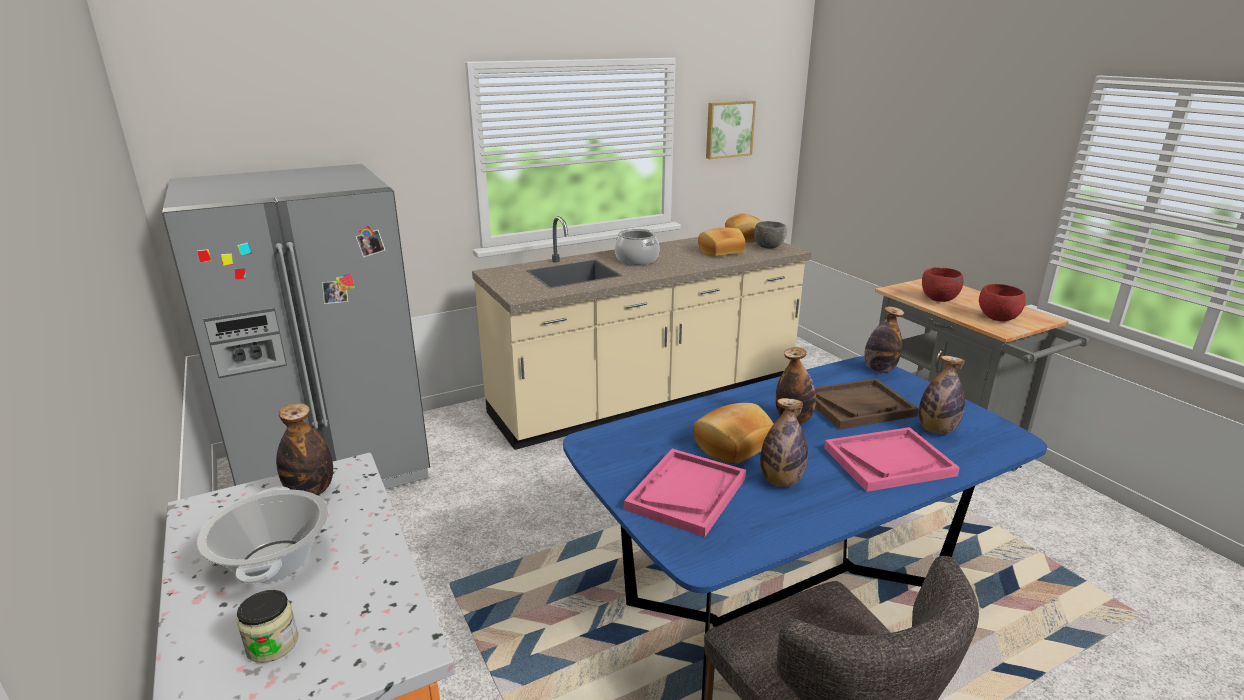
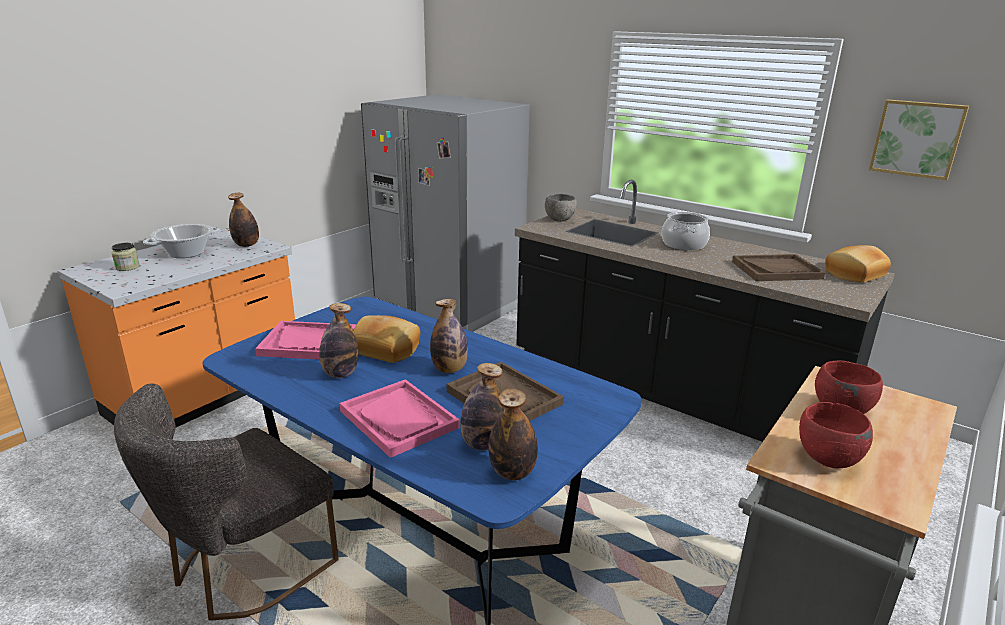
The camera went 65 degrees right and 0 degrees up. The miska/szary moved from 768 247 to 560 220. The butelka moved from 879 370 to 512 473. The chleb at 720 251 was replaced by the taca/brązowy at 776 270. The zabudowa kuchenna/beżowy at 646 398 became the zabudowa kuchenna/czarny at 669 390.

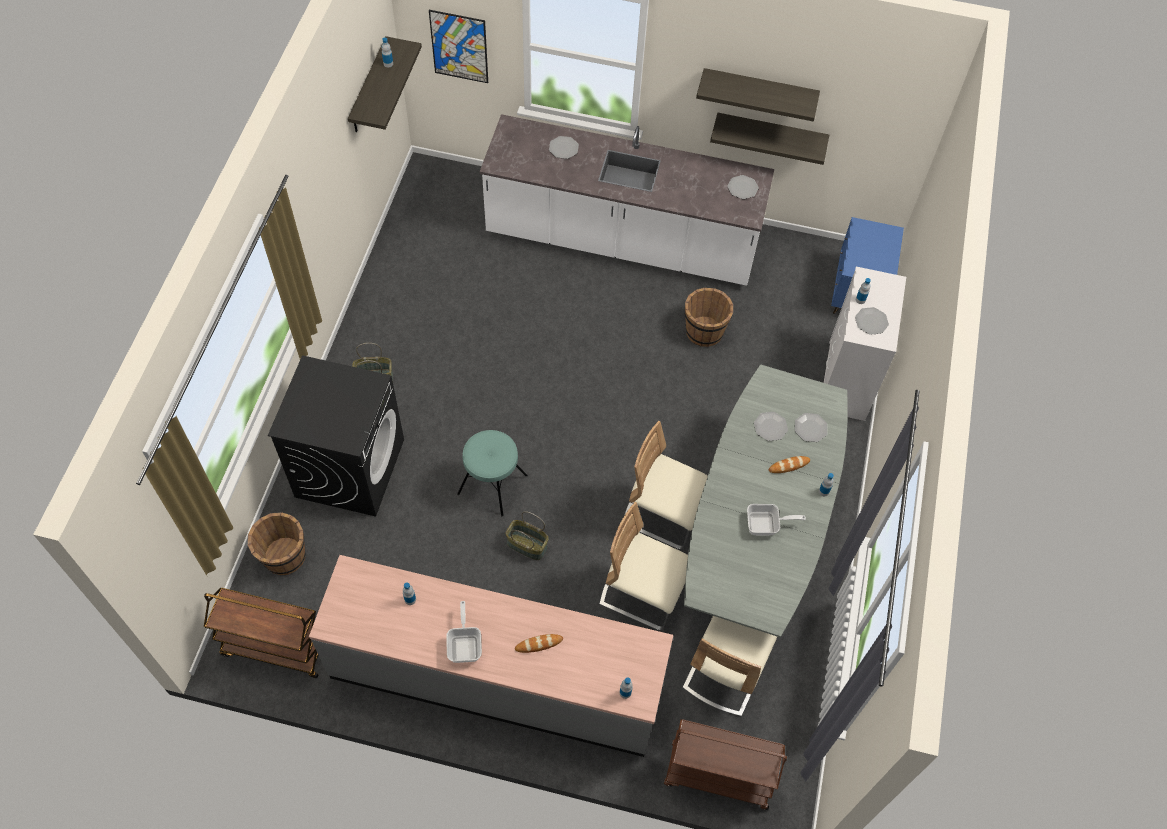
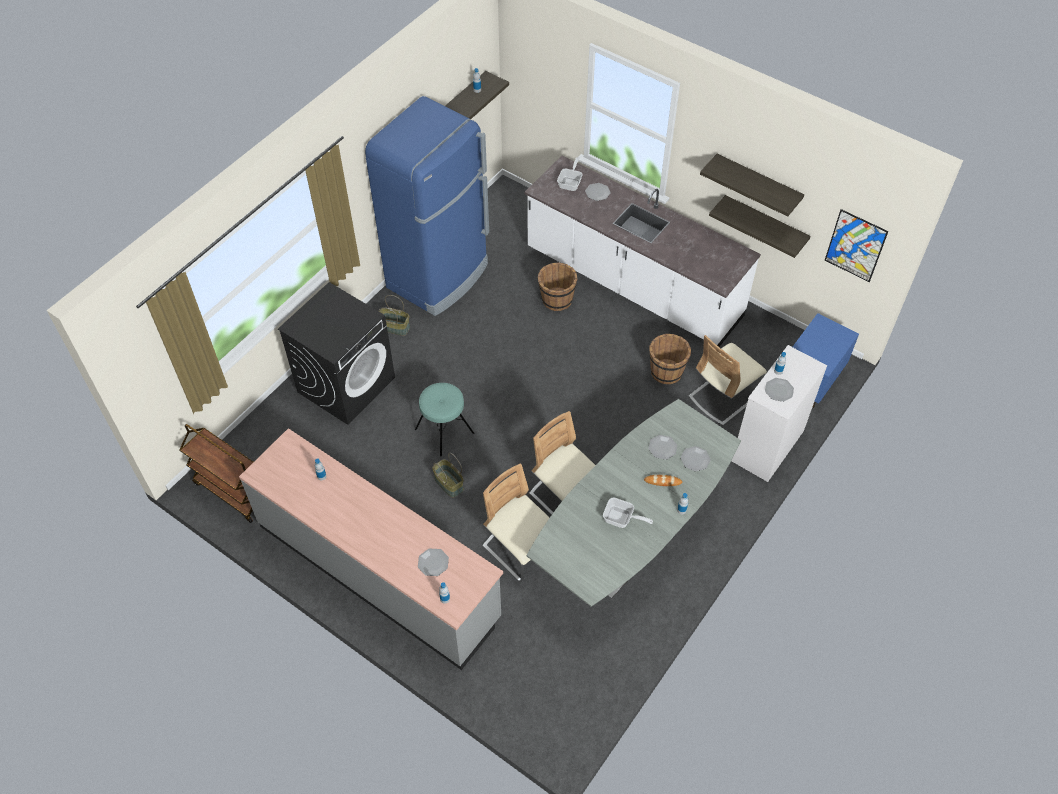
The camera went 25 degrees right and 5 degrees down. The chleb at 539 644 disappeared. The wózek/brązowy at 717 776 disappeared. The lodówka/niebieski at 439 276 appeared. The wiadro/brązowy moved from 284 557 to 556 300. The obraz moved from 459 46 to 855 245. The patelnia moved from 465 644 to 571 182. The krzesło/beżowy moved from 725 671 to 723 397. The talerz moved from 742 188 to 433 562.

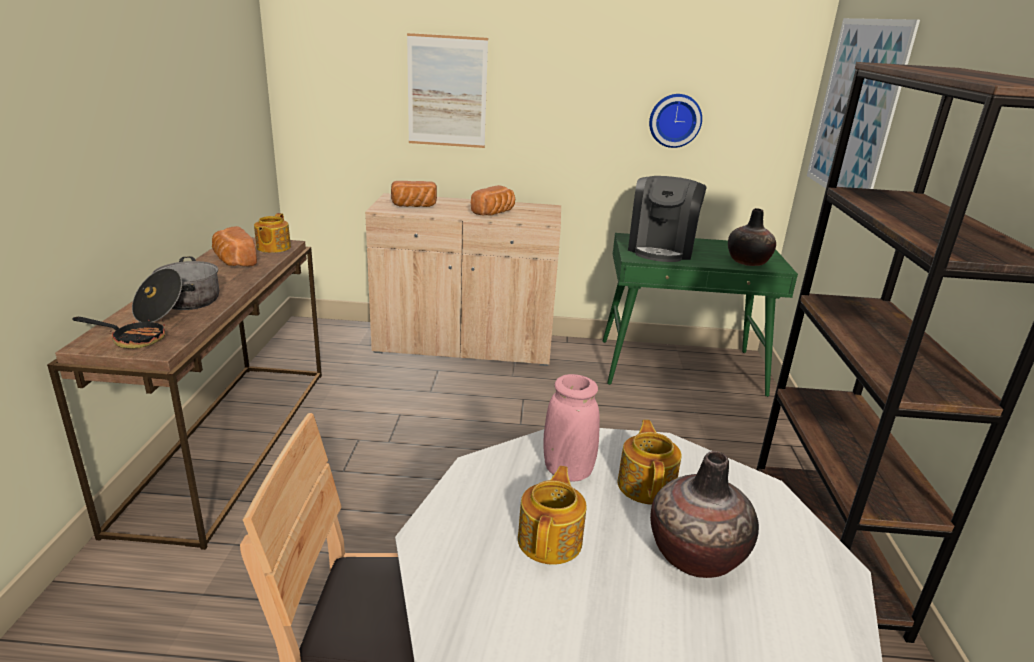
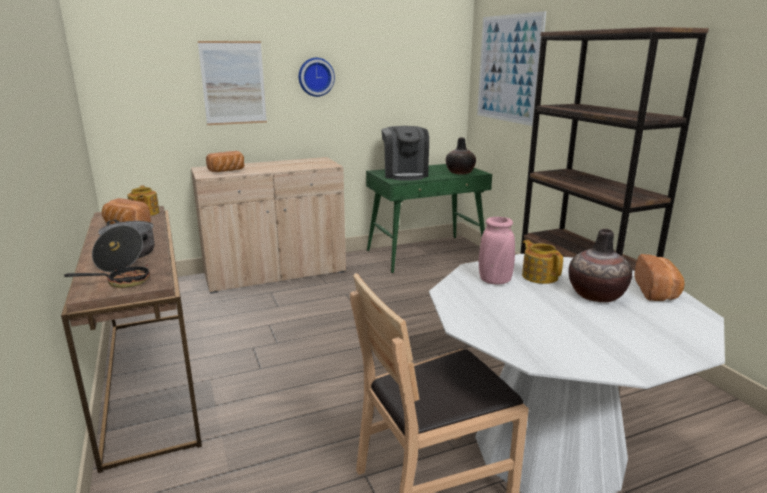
The camera went 25 degrees left and 5 degrees down. The imbryk at 551 540 disappeared. The chleb moved from 495 213 to 658 292. The zegar ścienny moved from 674 120 to 315 77.

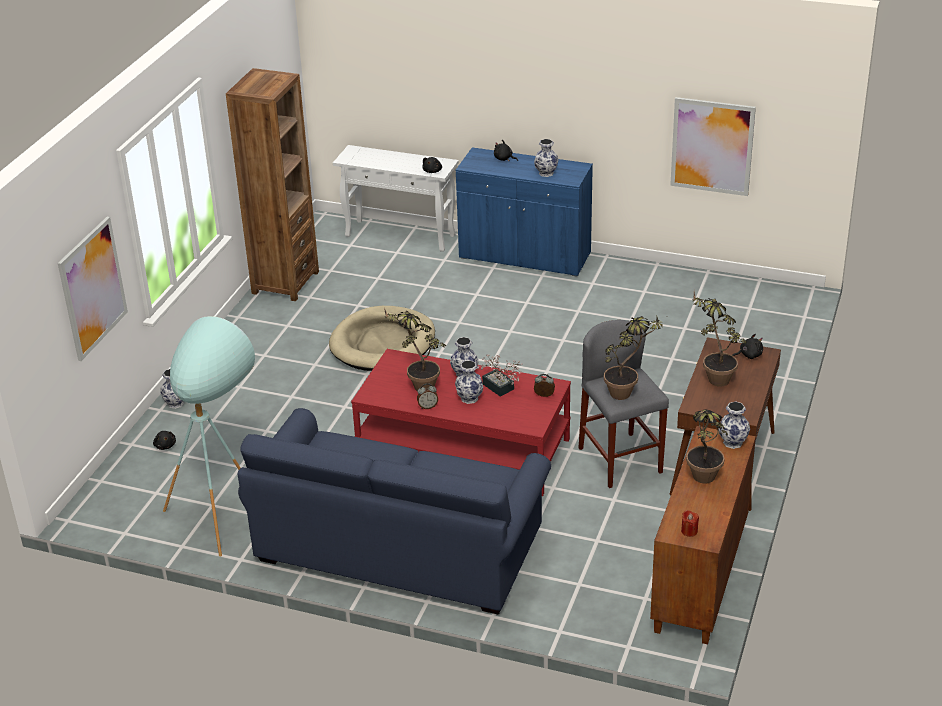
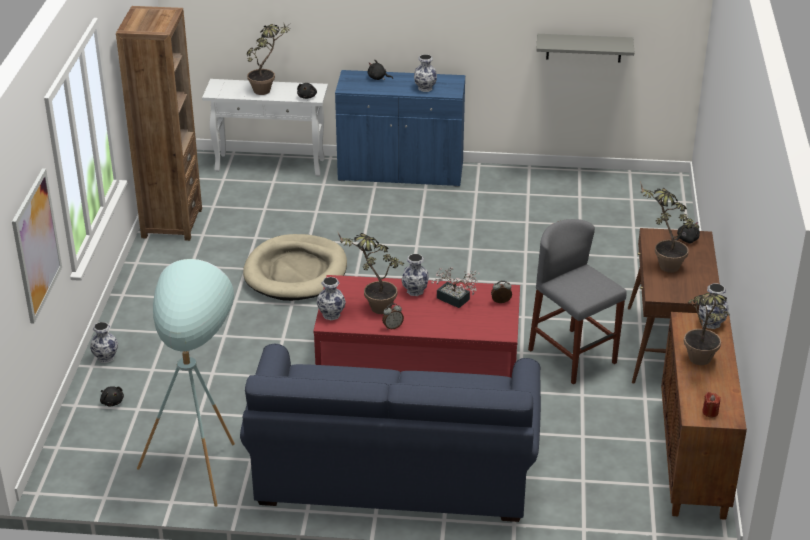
The camera went 15 degrees left and 0 degrees up. The wazon moved from 469 398 to 331 314. The roślina doniczkowa moved from 627 392 to 267 89. The obraz at 712 146 was replaced by the półka/szary at 584 48.

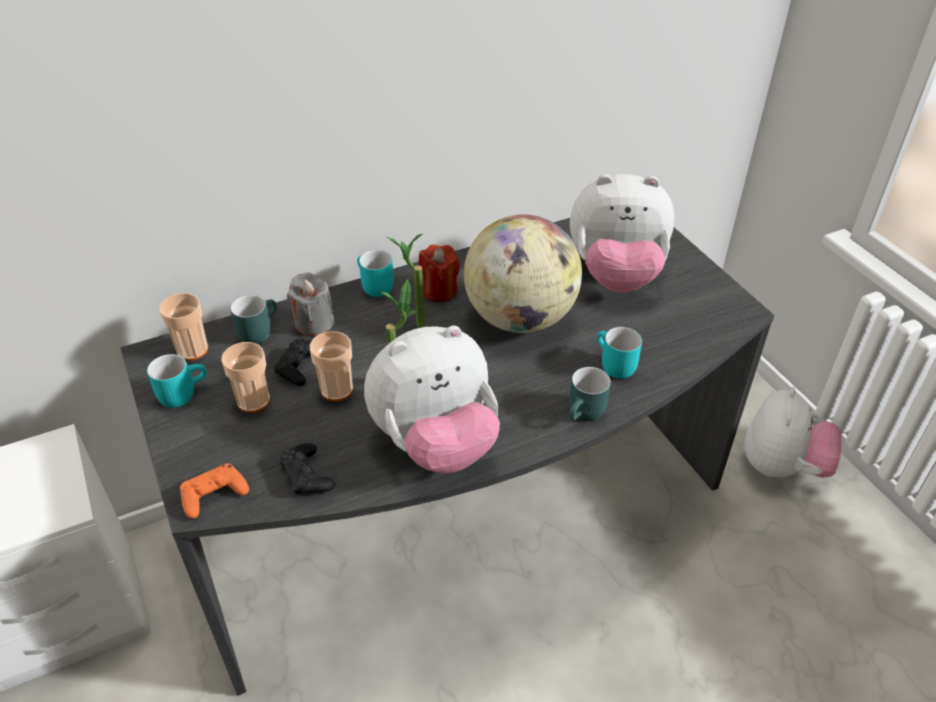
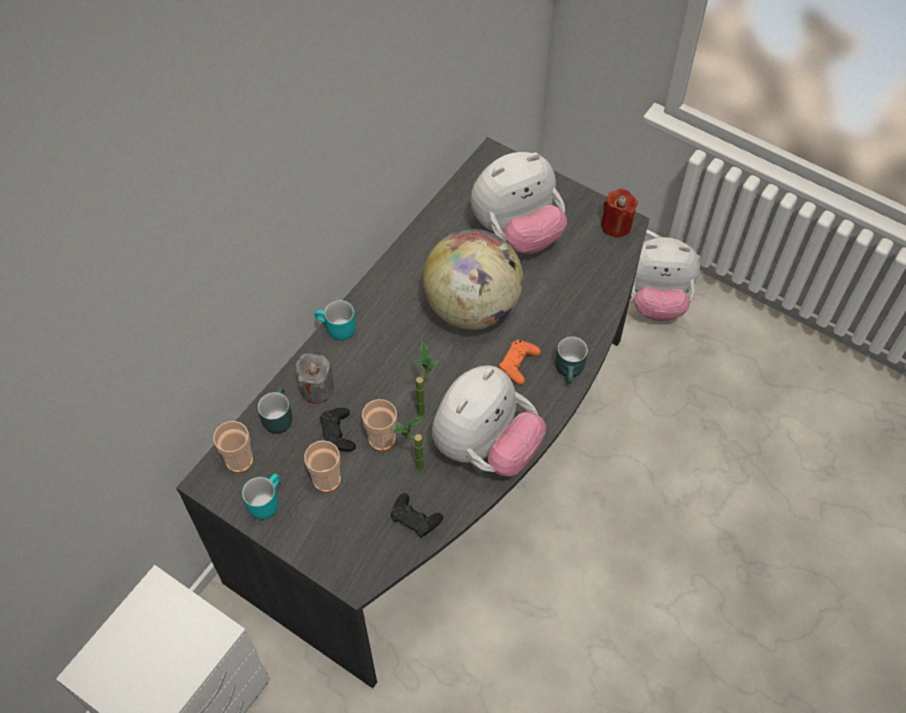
The camera went 30 degrees left and 15 degrees up. The kubek/turkusowy at 612 365 disappeared. The pad do gier/pomarańczowy moved from 214 495 to 518 364. The roślina doniczkowa moved from 412 323 to 412 470. The świeca/czerwony moved from 439 290 to 616 225. The pluszak at 781 467 turned 105 degrees clockwise.

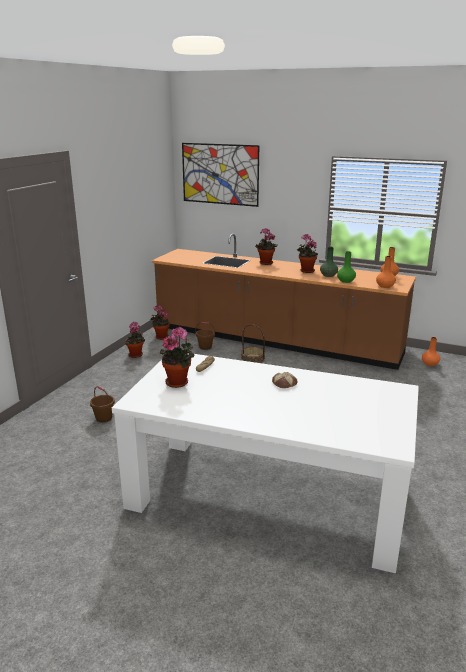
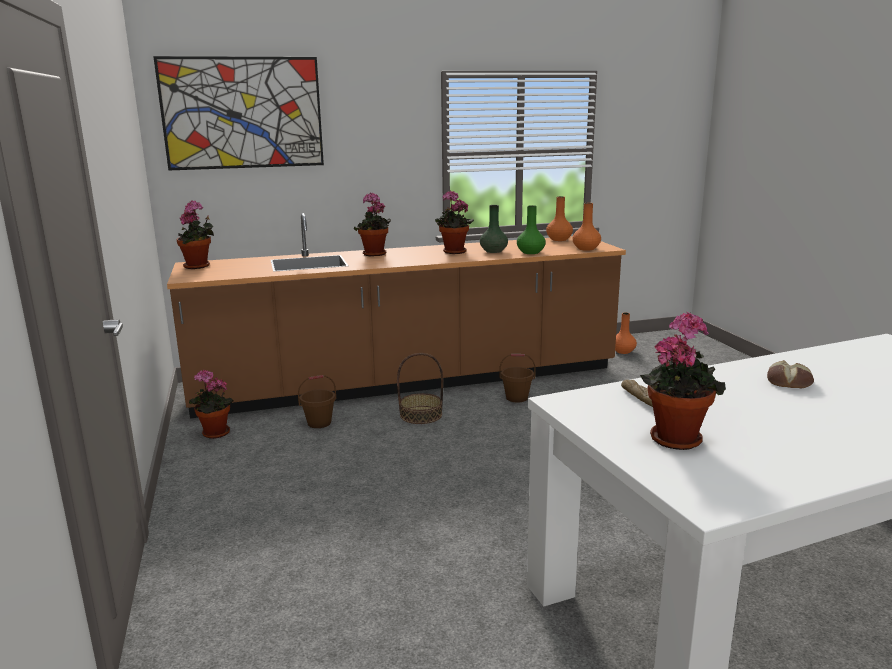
The camera went 40 degrees left and 5 degrees down. The wiadro/brązowy moved from 104 418 to 517 398. The roślina doniczkowa moved from 136 355 to 199 266.

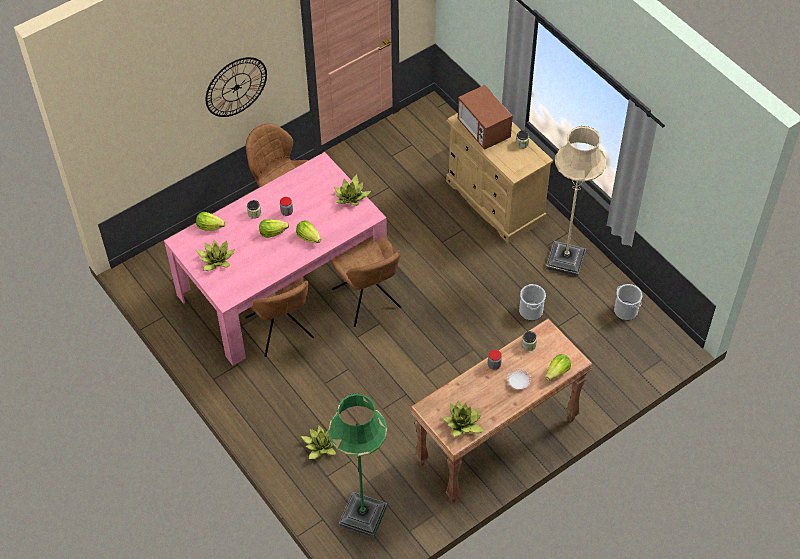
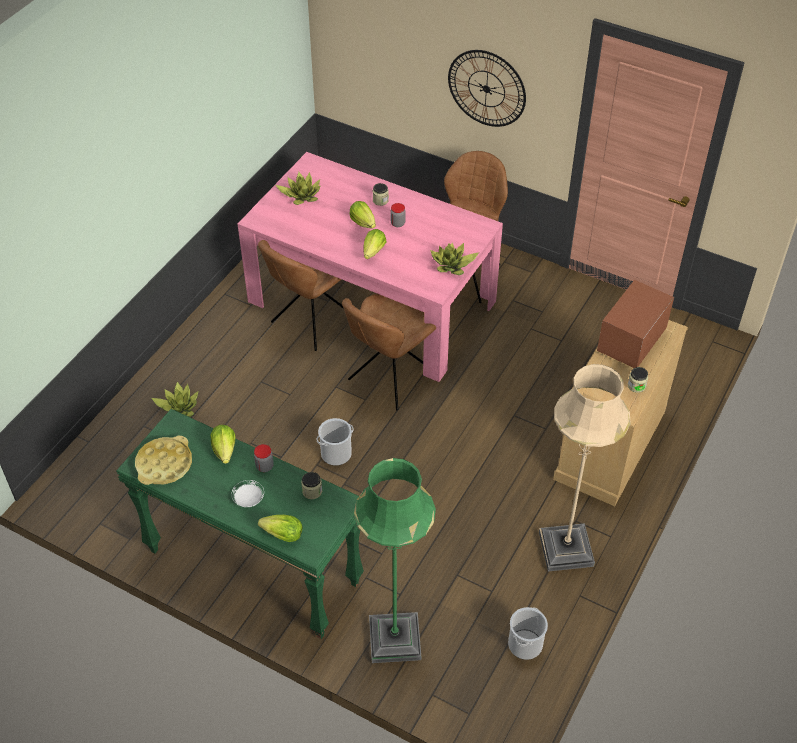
The camera went 65 degrees right and 5 degrees down. The sałata moved from 210 226 to 225 450. The lampa stojąca/zielony moved from 363 515 to 395 639. The wiadro moved from 531 311 to 336 454. The roślina doniczkowa at 463 424 was replaced by the taca/żółty at 164 464. The stolik konsolowy/brązowy at 497 443 became the stolik konsolowy/zielony at 252 568.

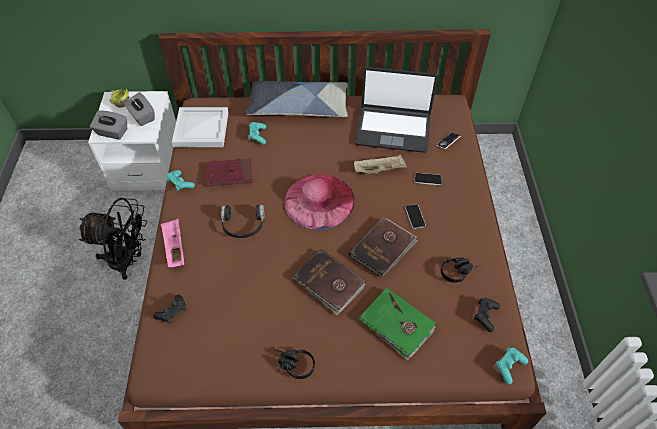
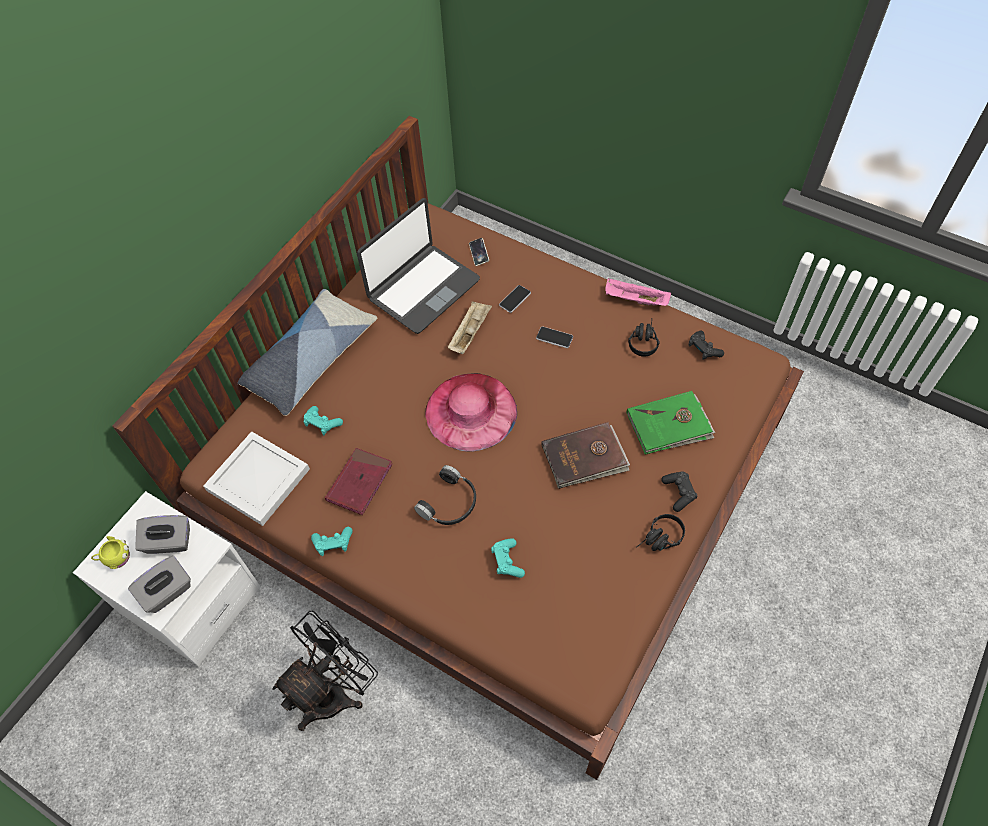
The camera went 55 degrees left and 5 degrees up. The książka/brązowy at 383 248 disappeared. The pad do gier/czarny moved from 172 312 to 679 493. The taca/różowy moved from 175 248 to 635 300. The pad do gier/turkusowy moved from 508 366 to 507 561.

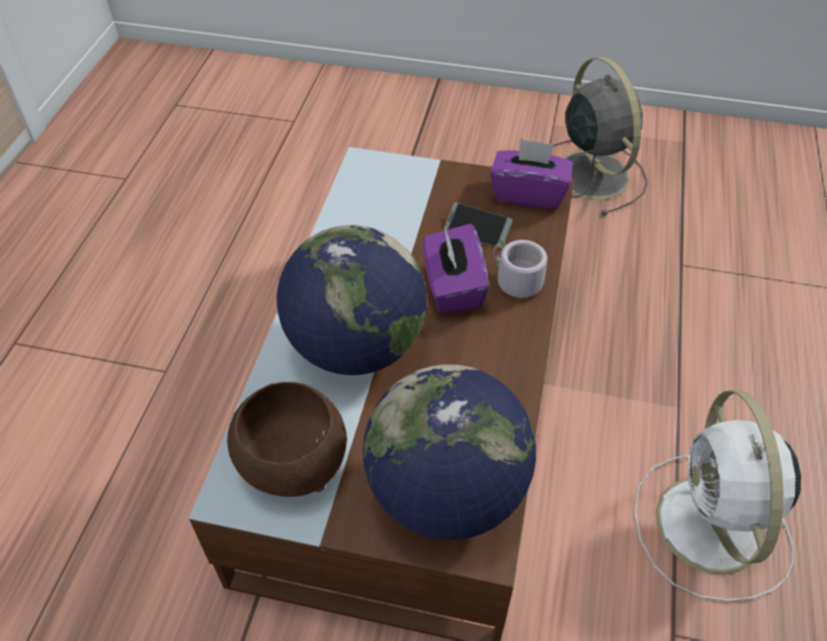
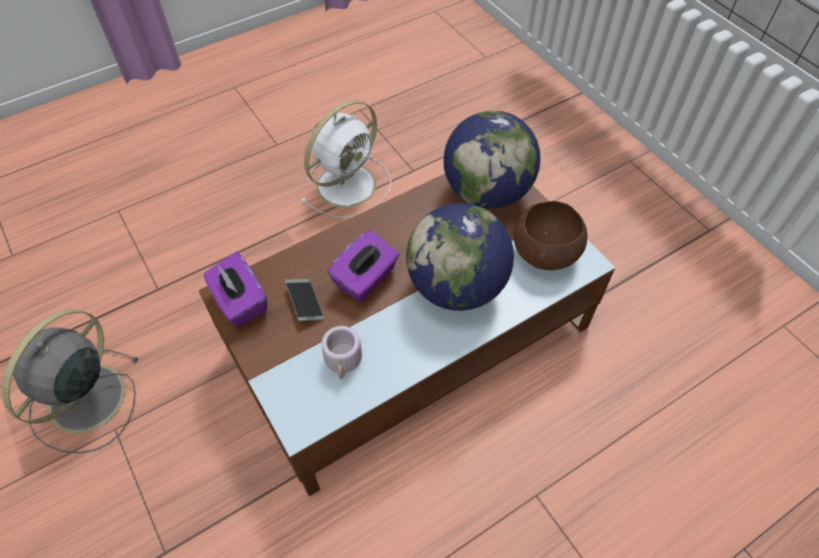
The camera went 135 degrees left and 5 degrees up. The kubek/szary moved from 513 282 to 345 362.

